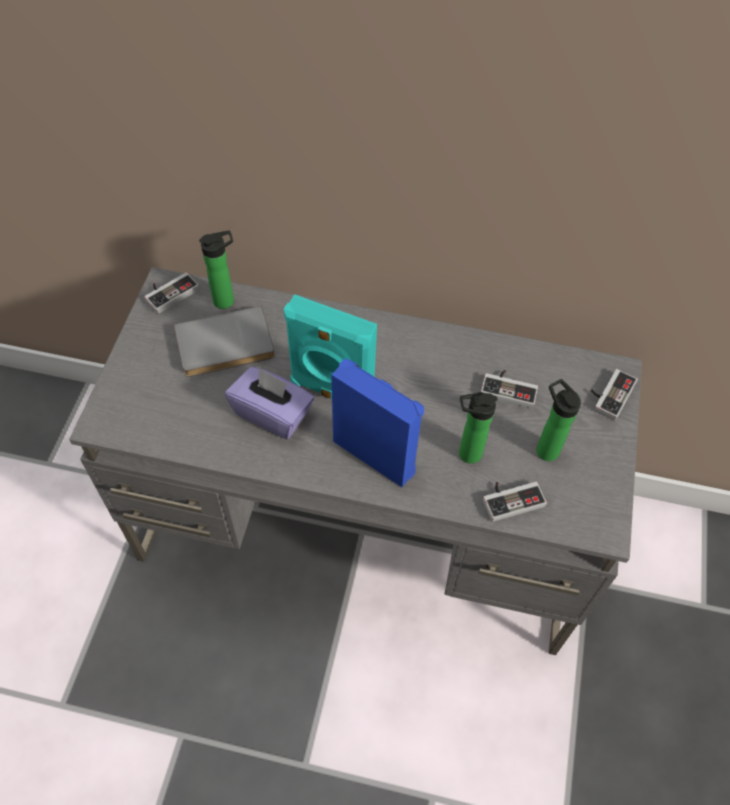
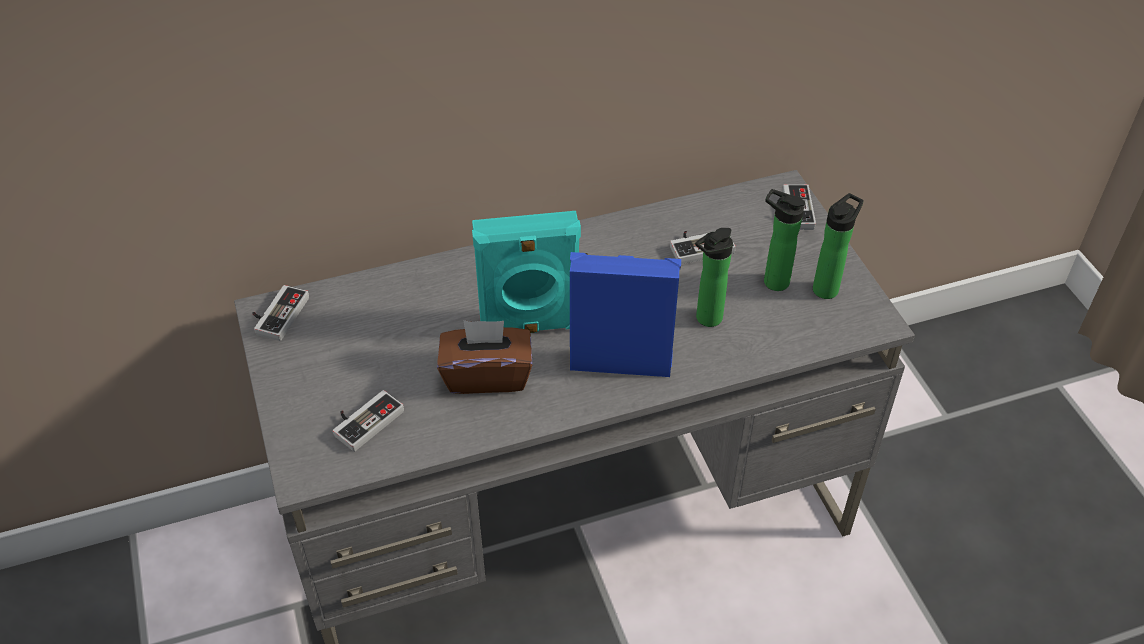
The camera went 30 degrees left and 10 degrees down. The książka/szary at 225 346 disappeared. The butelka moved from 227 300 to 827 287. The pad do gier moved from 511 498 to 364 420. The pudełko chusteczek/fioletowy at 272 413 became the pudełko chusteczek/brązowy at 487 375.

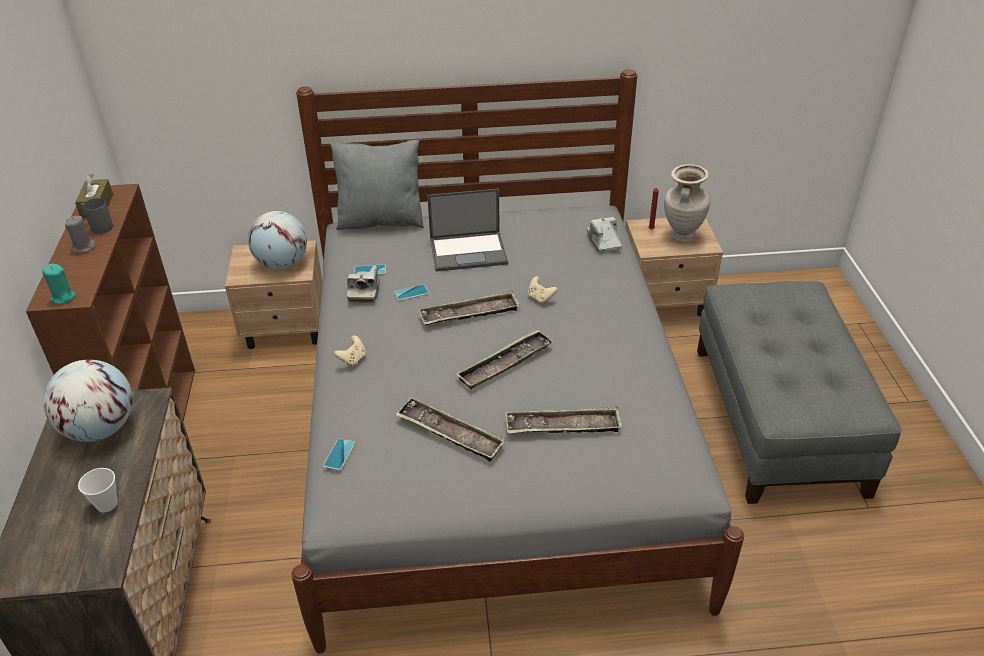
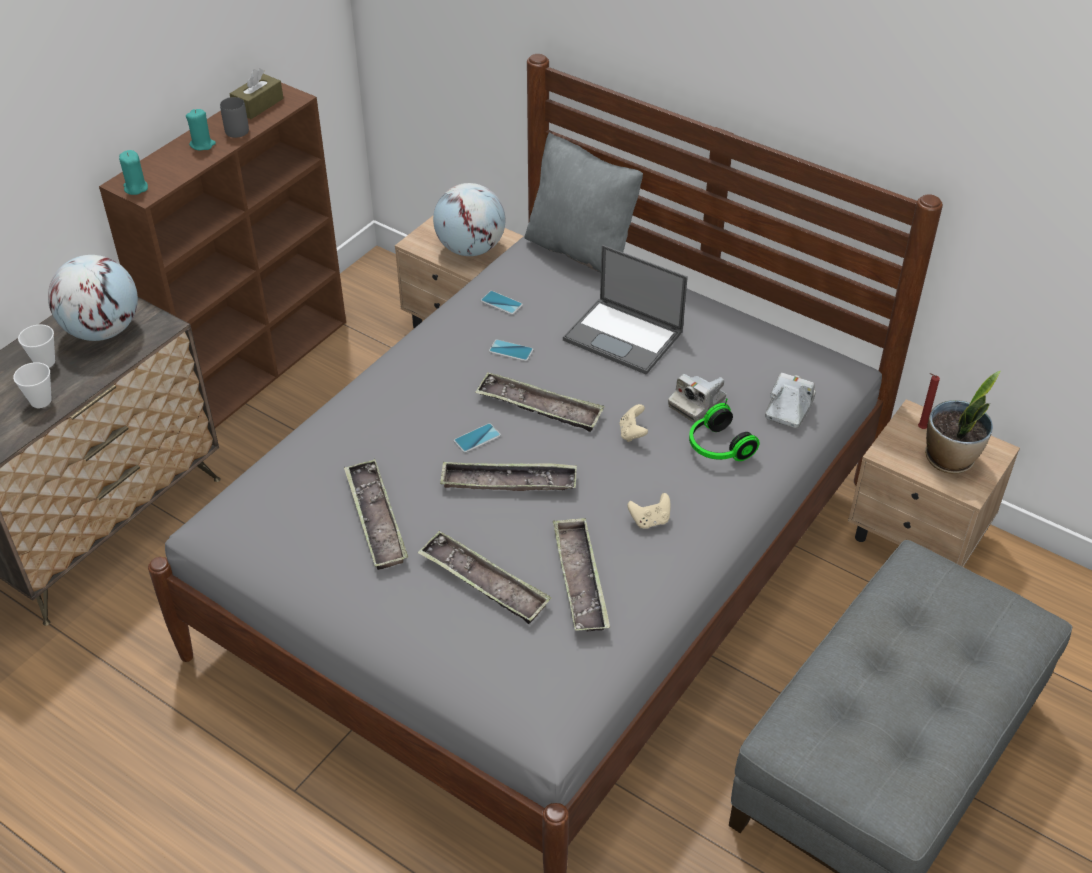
The camera went 40 degrees right and 5 degrees up. The filiżanka at 45 362 appeared. The taca at 580 580 appeared. The słuchawki at 717 447 appeared. The telefon moved from 339 454 to 477 438. The pad do gier/beżowy moved from 353 359 to 650 520. The aparat fotograficzny moved from 364 292 to 697 403. The wazon/beżowy at 681 236 was replaced by the roślina doniczkowa at 950 459. The świeca/szary at 84 247 became the świeca/turkusowy at 202 144.

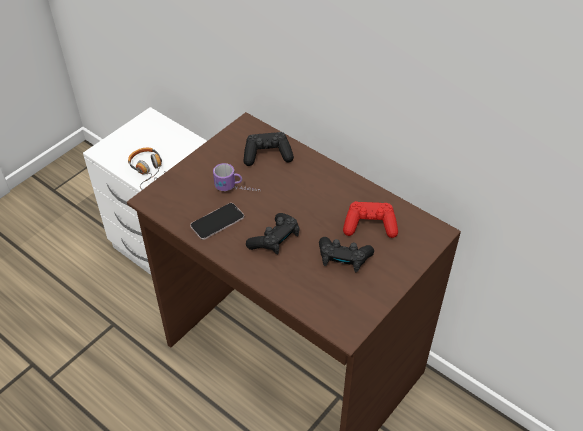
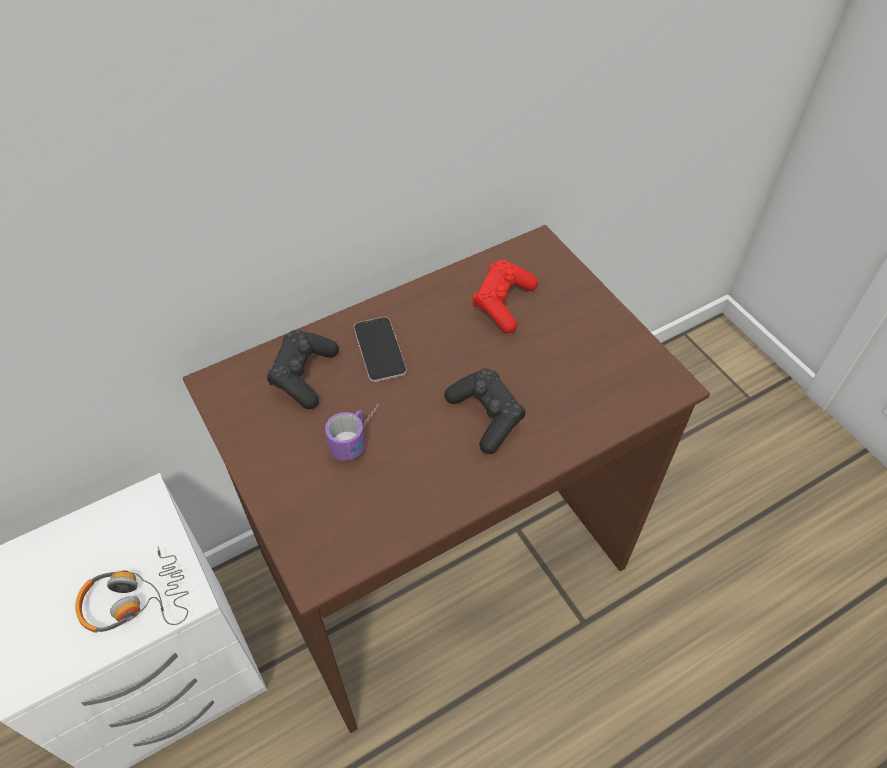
The camera went 70 degrees left and 5 degrees up. The pad do gier/czarny at 343 259 disappeared. The telefon moved from 217 221 to 379 350.

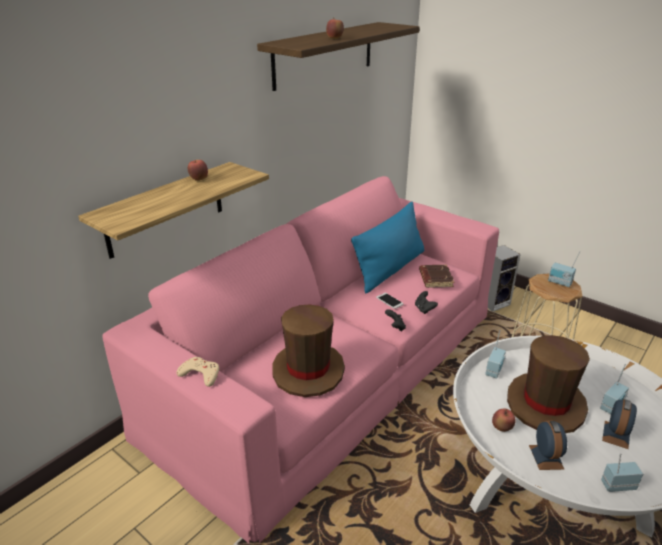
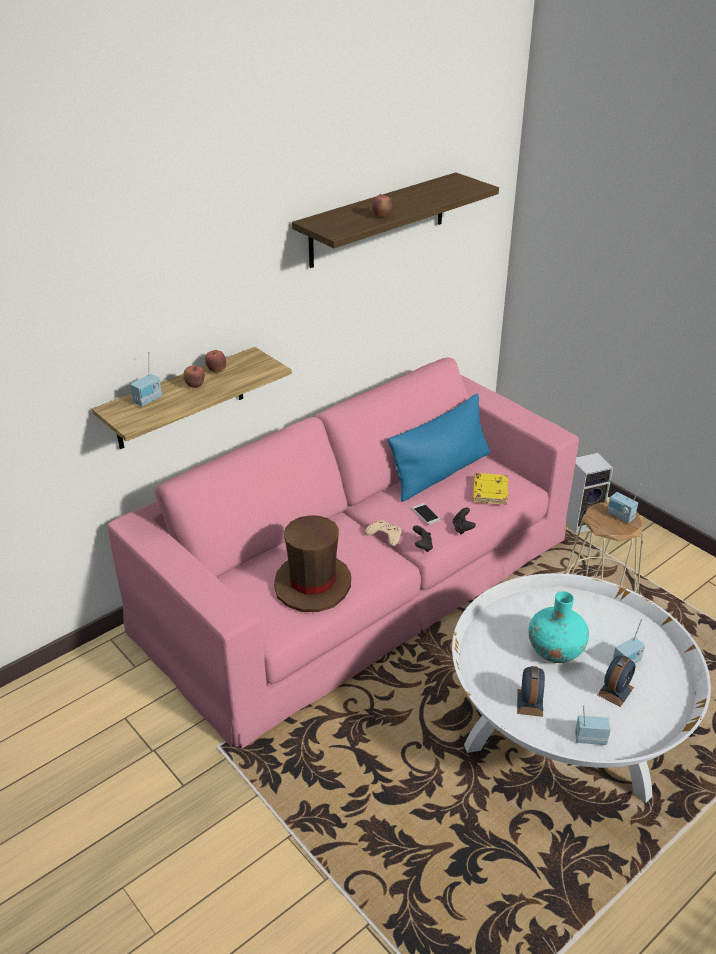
The camera went 10 degrees right and 5 degrees up. The pad do gier/beżowy moved from 200 374 to 384 535. The radio moved from 495 371 to 148 400. The jabłko moved from 501 428 to 195 386. The kapelusz/brązowy at 546 404 was replaced by the wazon/turkusowy at 555 651. The książka/brązowy at 435 278 became the książka/żółty at 489 491.

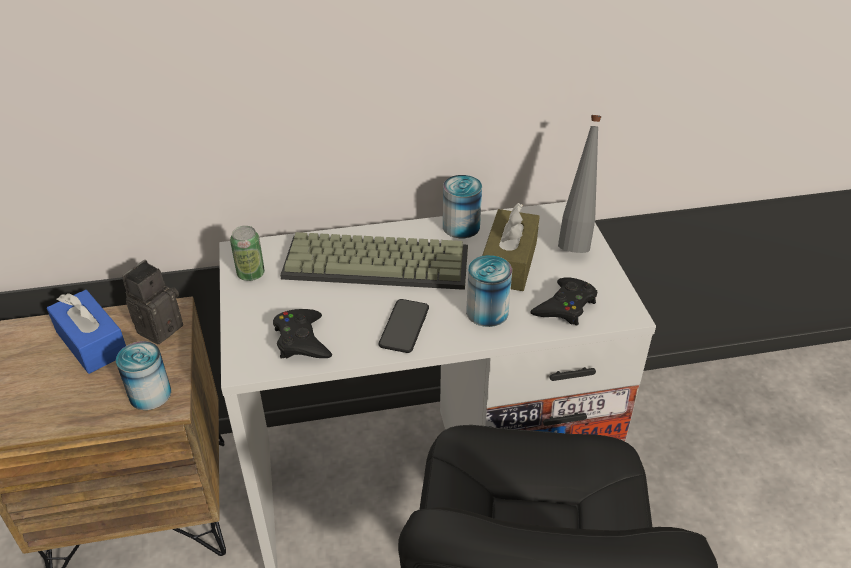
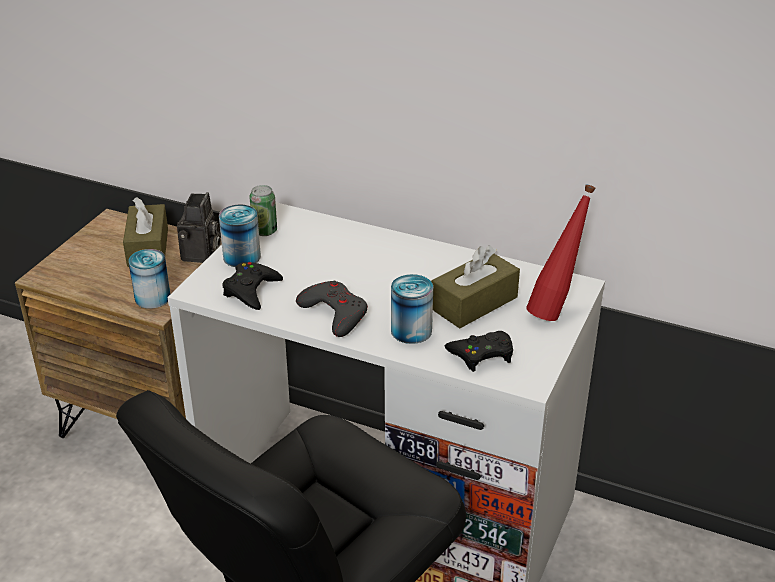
The camera went 35 degrees right and 5 degrees down. The klawiatura at 378 261 disappeared. The puszka moved from 461 227 to 242 257. The telefon at 404 327 was replaced by the pad do gier/szary at 334 313. The pudełko chusteczek/niebieski at 92 343 became the pudełko chusteczek/brązowy at 148 247. The butelka/szary at 575 241 became the butelka/czerwony at 555 310. The aparat fotograficzny at 159 326 turned 120 degrees clockwise.

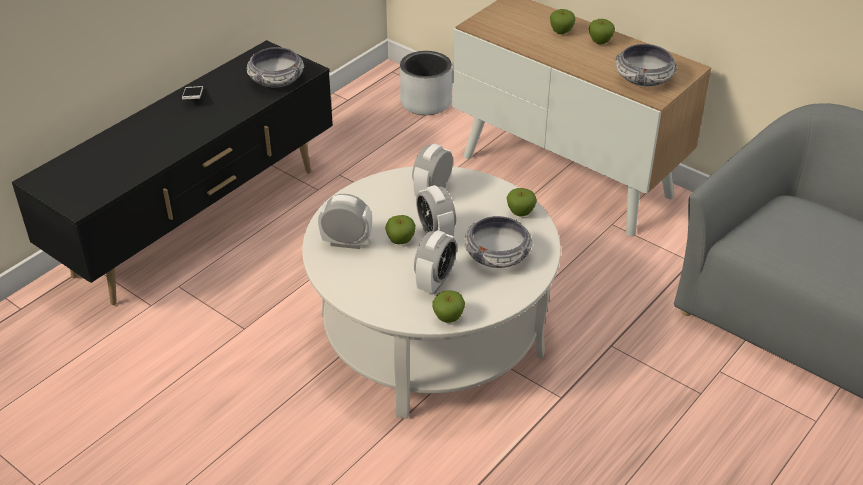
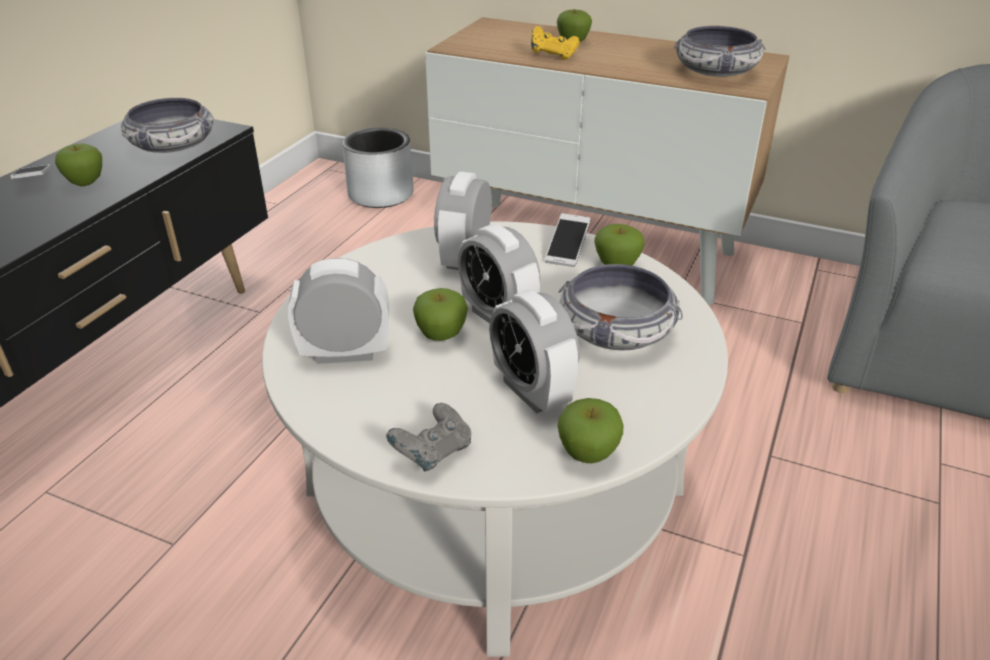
The camera went 15 degrees left and 5 degrees down. The pad do gier/szary at 433 453 appeared. The pad do gier/żółty at 553 56 appeared. The telefon at 567 249 appeared. The jabłko moved from 600 42 to 86 182. The budzik at 435 281 turned 135 degrees clockwise.

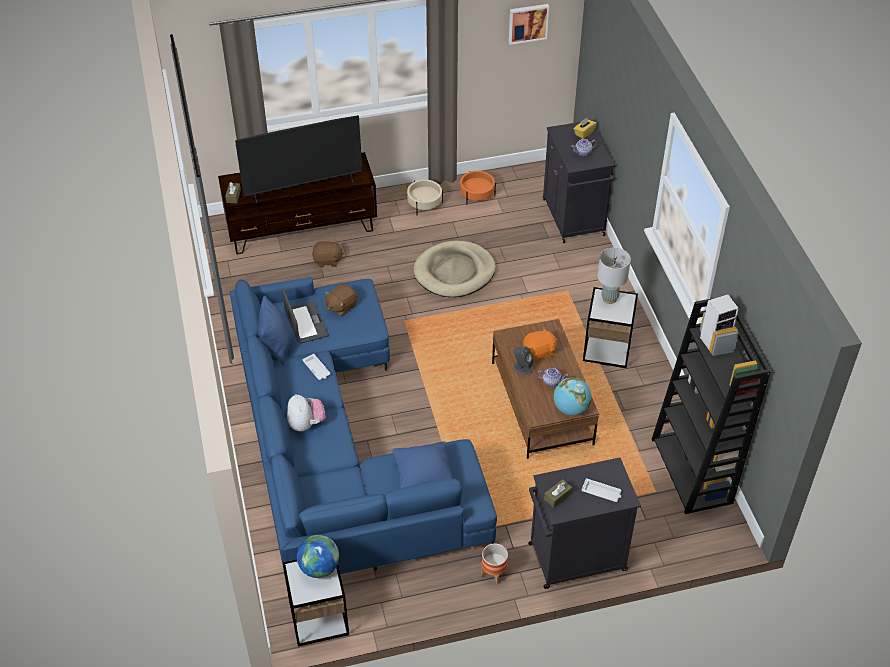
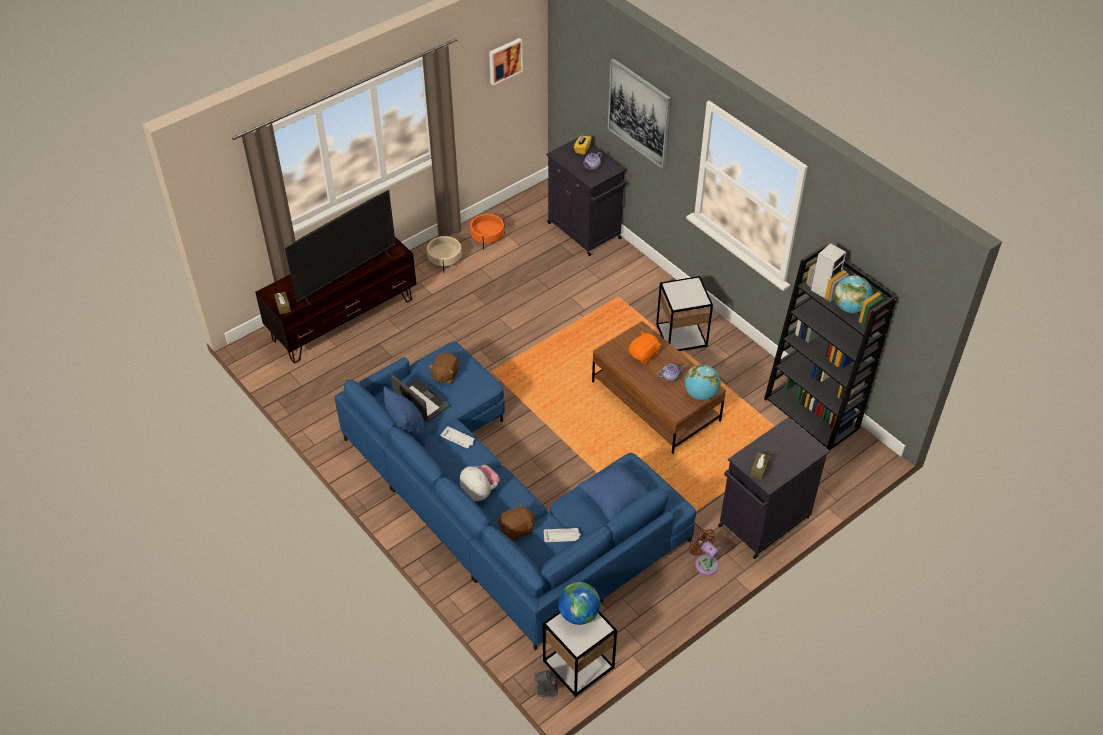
The camera went 25 degrees left and 0 degrees up. The legowisko/beżowy at 454 272 disappeared. The lampa stołowa/szary at 609 298 disappeared. The obraz at 639 113 appeared. The globus at 850 307 appeared. The pluszak/brązowy moved from 327 261 to 517 530. The głośnik/szary moved from 522 368 to 546 690. The taca/biały moved from 602 492 to 562 536. The donica at 494 573 was replaced by the wentylator/brązowy at 704 563.

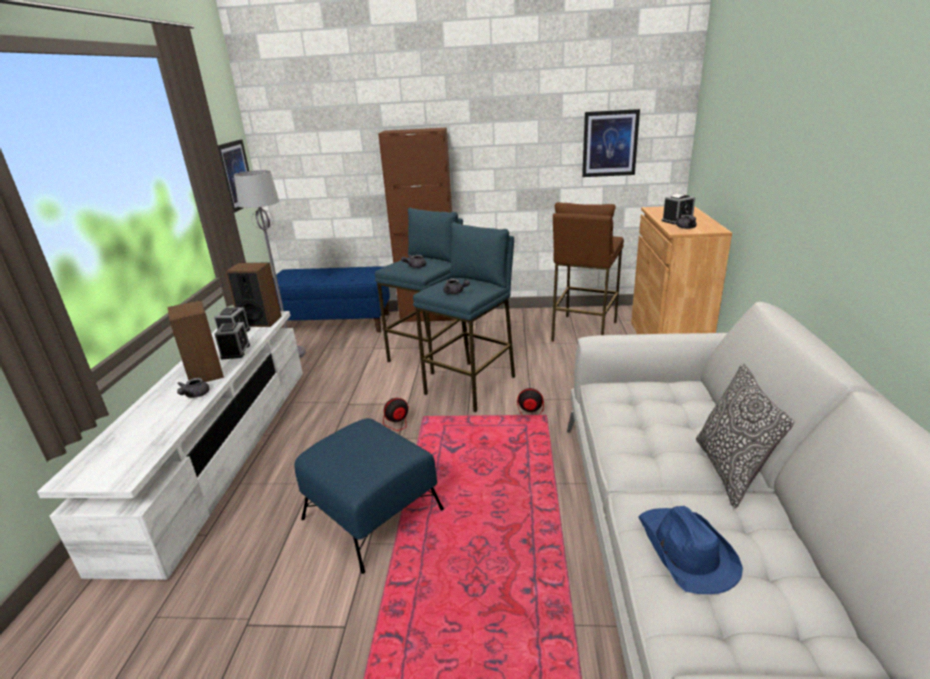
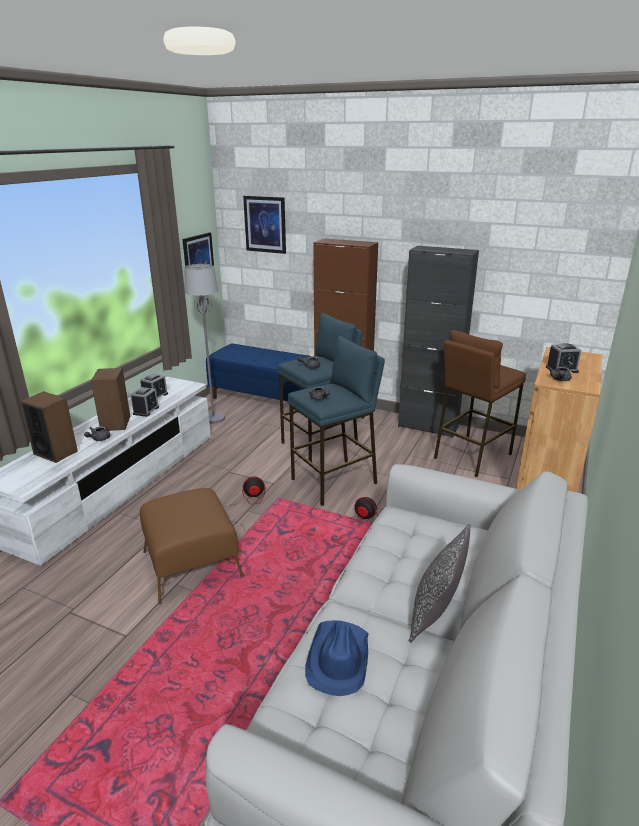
The camera went 20 degrees right and 0 degrees up. The szafka/czarny at 428 426 appeared. The głośnik moved from 260 321 to 55 452. The obraz moved from 610 143 to 265 224. The pufa/niebieski at 372 513 became the pufa/brązowy at 192 563.

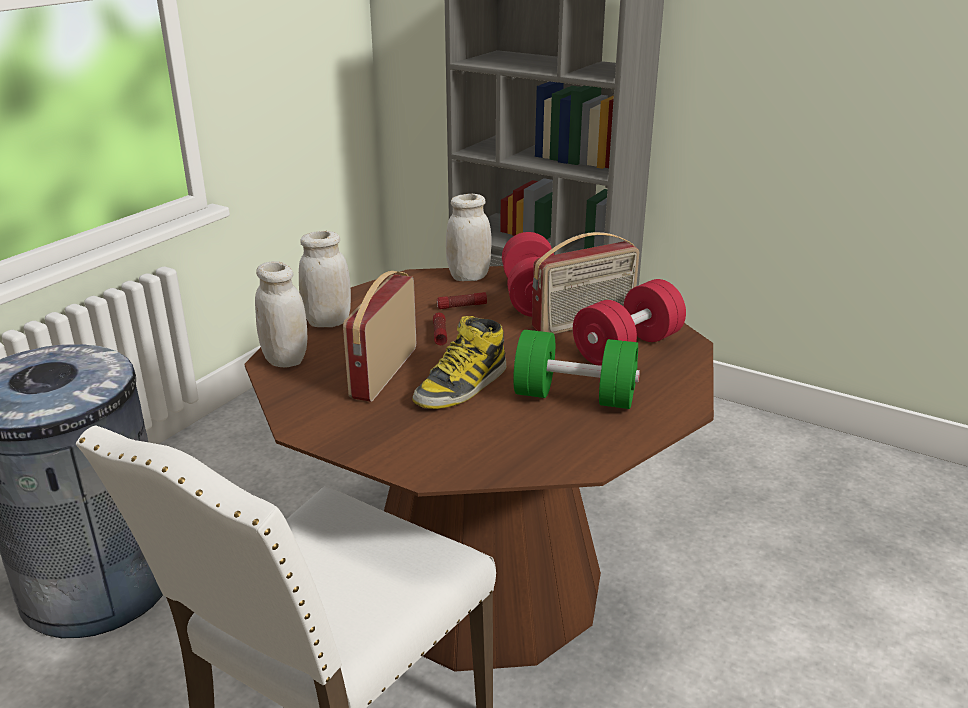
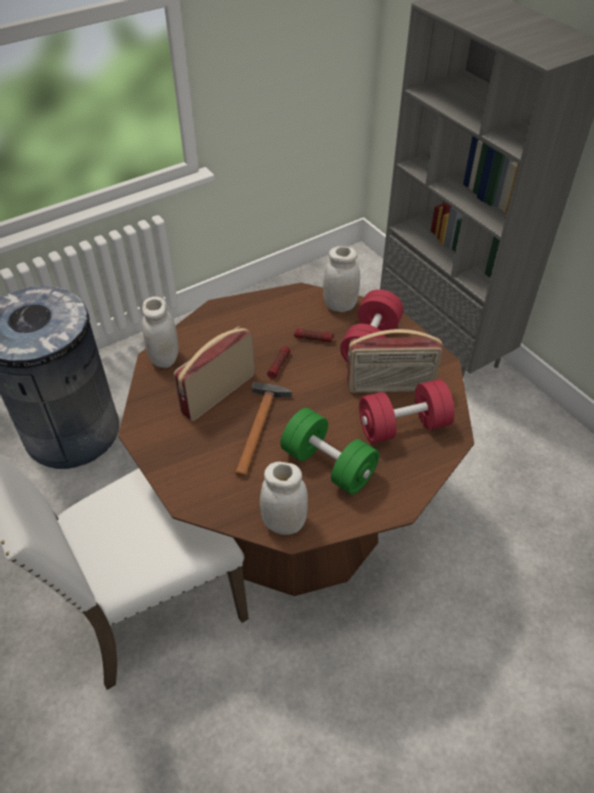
The camera went 25 degrees right and 20 degrees up. The słoik/biały moved from 328 322 to 284 523. The but z cholewką at 462 386 was replaced by the młotek at 259 426.

